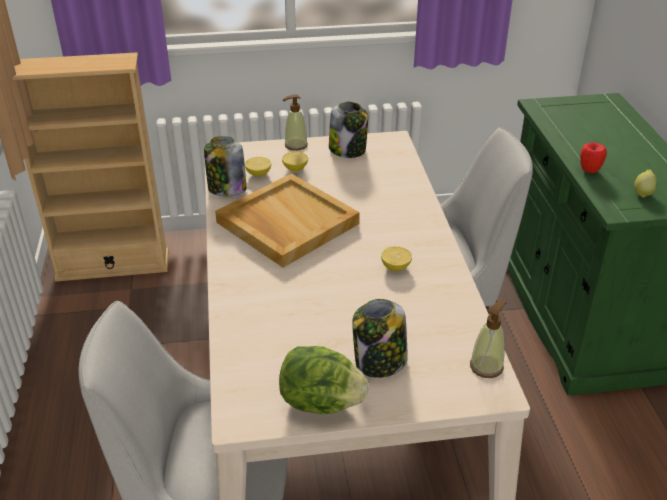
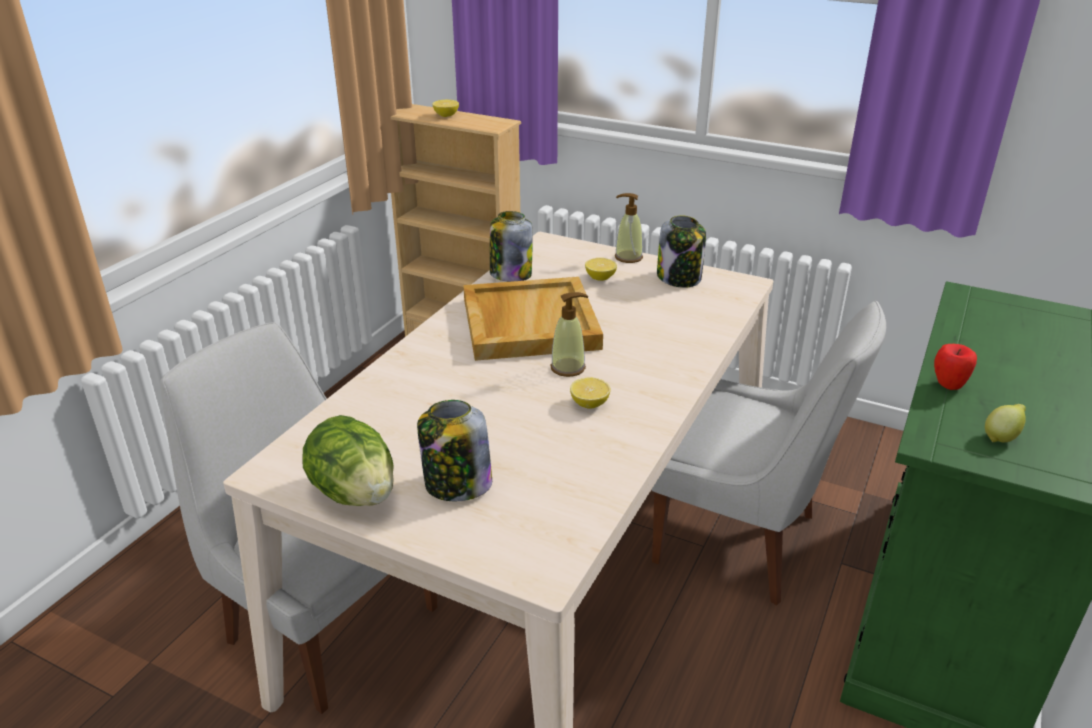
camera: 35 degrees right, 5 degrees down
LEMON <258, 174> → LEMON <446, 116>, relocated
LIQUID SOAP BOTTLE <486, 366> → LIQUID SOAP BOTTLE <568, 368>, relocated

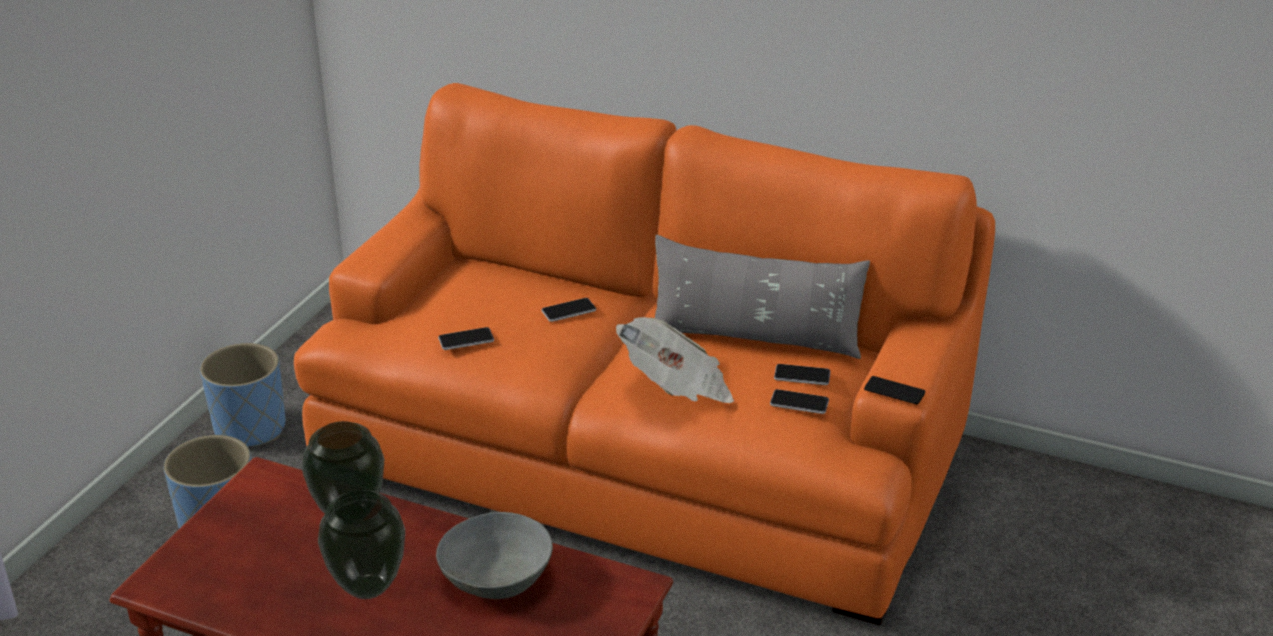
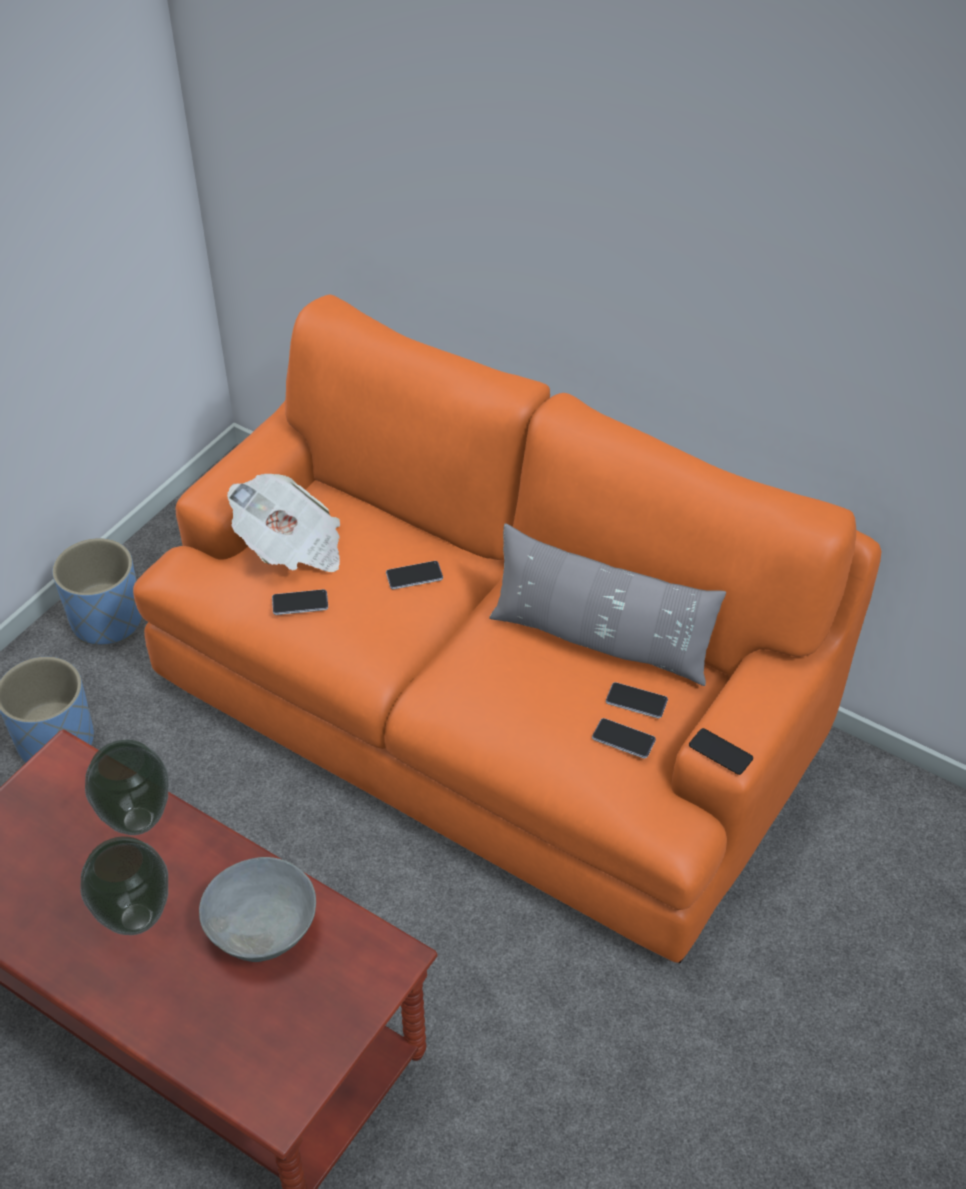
camera: 10 degrees right, 15 degrees up
PRINTED PAPER <676, 388> → PRINTED PAPER <291, 547>, relocated

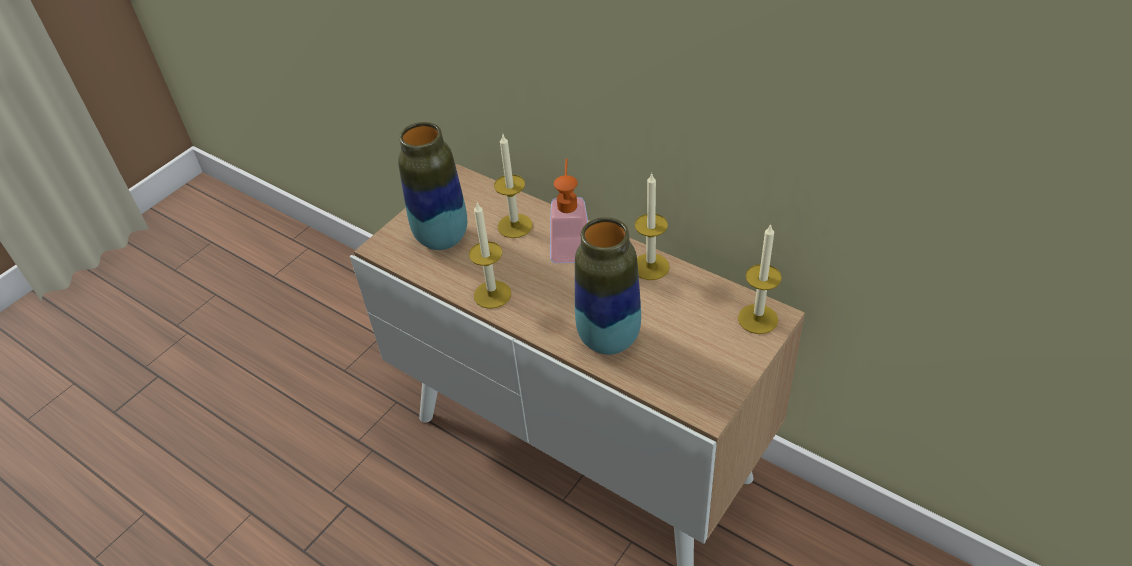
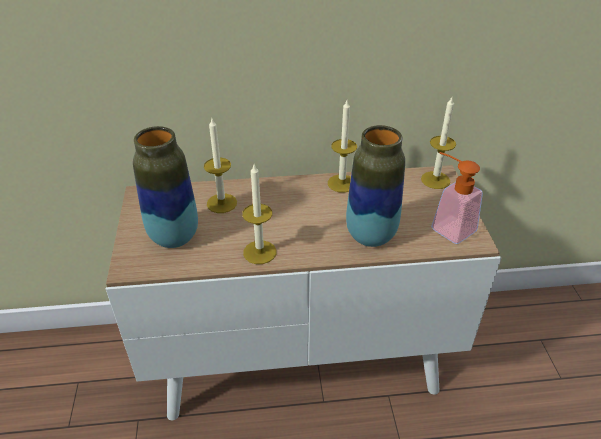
camera: 45 degrees left, 5 degrees down
LIQUID SOAP BOTTLE <571, 244> → LIQUID SOAP BOTTLE <447, 226>, relocated

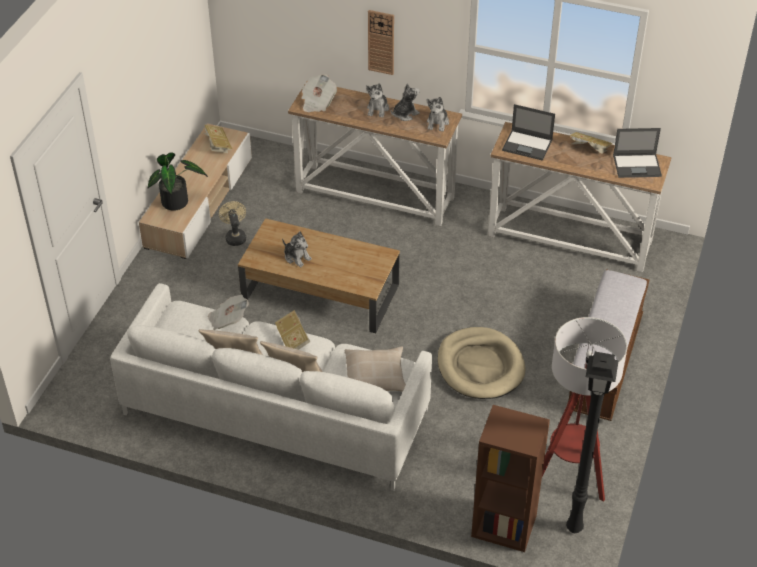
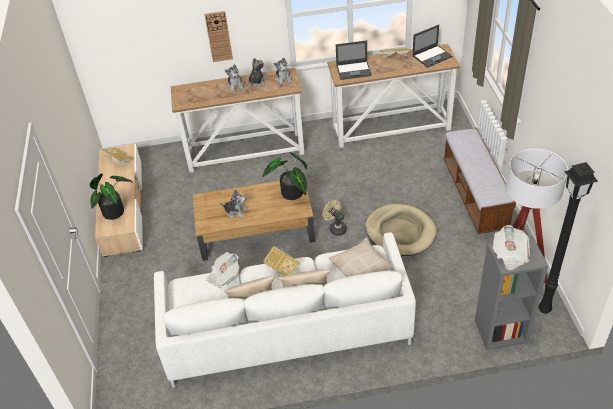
camera: 25 degrees left, 0 degrees up
PRINTED PAPER <317, 102> → PRINTED PAPER <510, 255>, relocated
BEIGE ELECTRIC FAN <235, 236> → BEIGE ELECTRIC FAN <335, 228>, relocated
BROWN-COLOURED BOOKSHELF <503, 526> → GREY BOOKSHELF <500, 332>
- → HOUSEPLANT <292, 195>

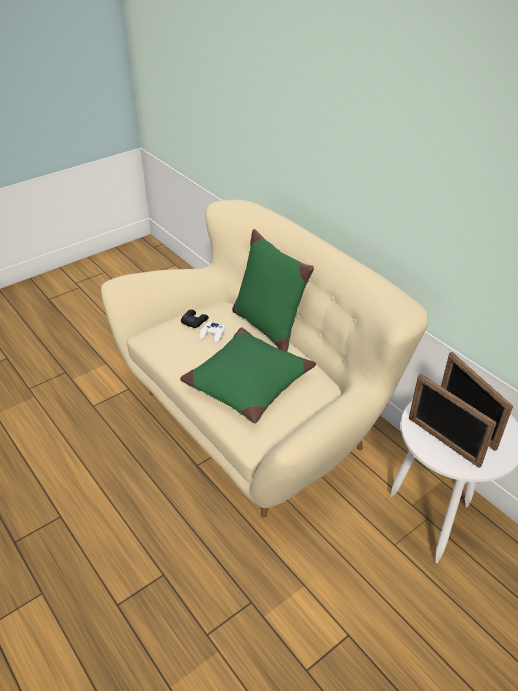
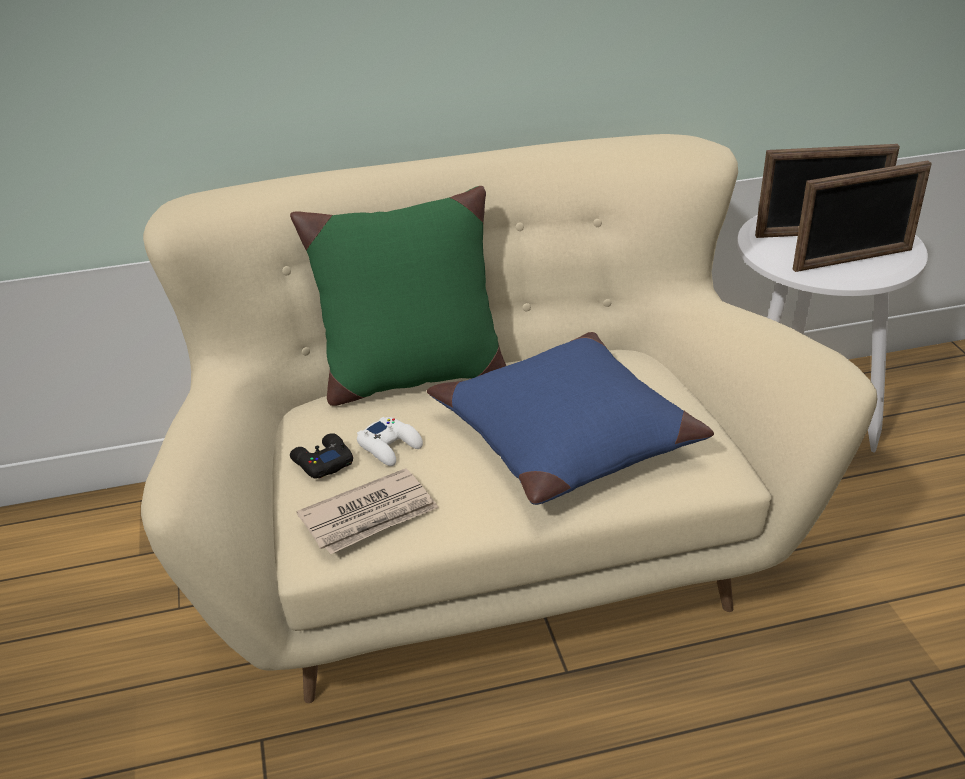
camera: 65 degrees left, 5 degrees down
GREEN CUSHION <247, 382> → BLUISH CUSHION <564, 437>
- → PRINTED PAPER <370, 516>

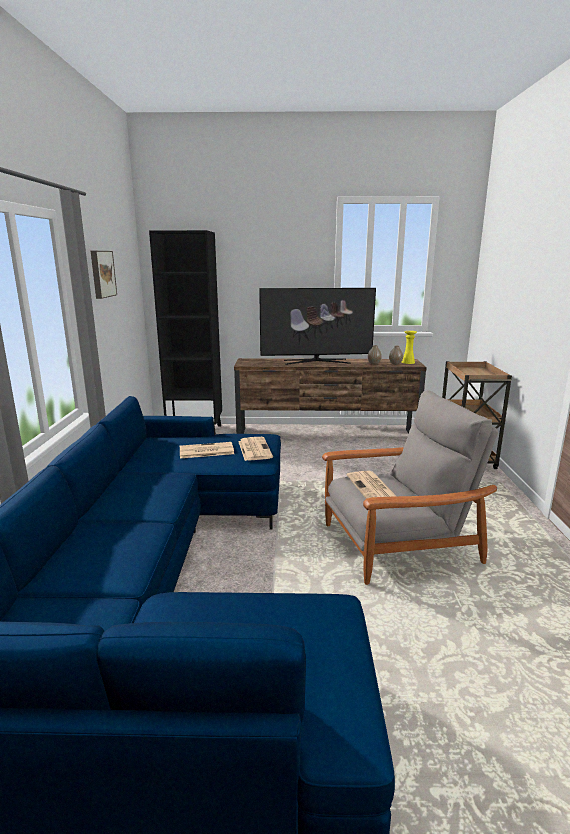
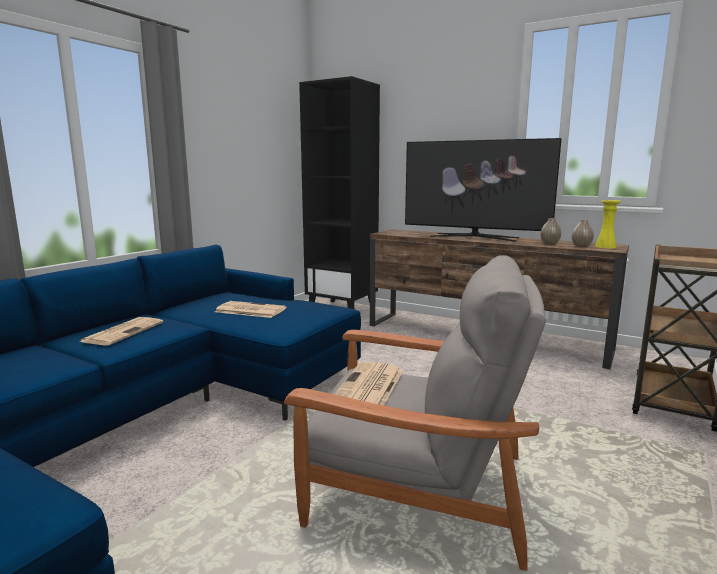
camera: 30 degrees right, 5 degrees down
WALL PICTURE <101, 274> → -
PRINTED PAPER <254, 449> → PRINTED PAPER <123, 332>, relocated

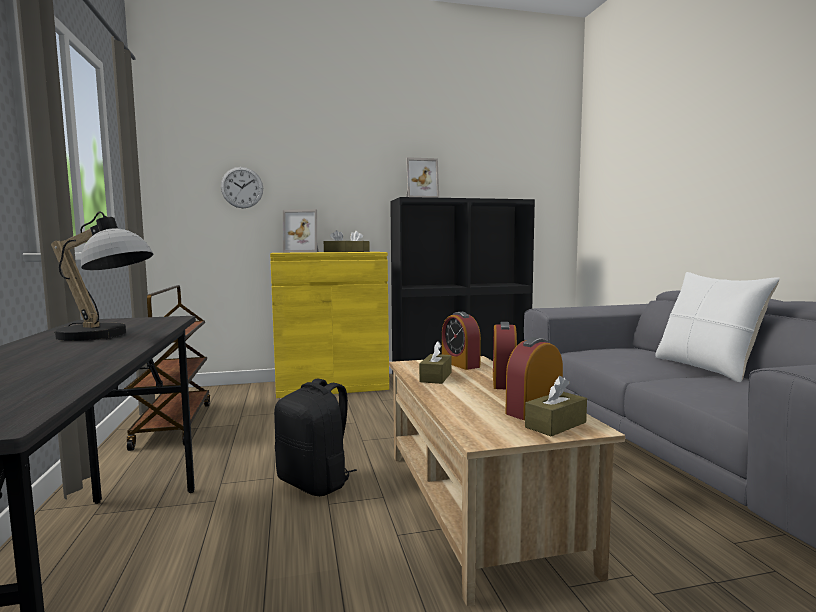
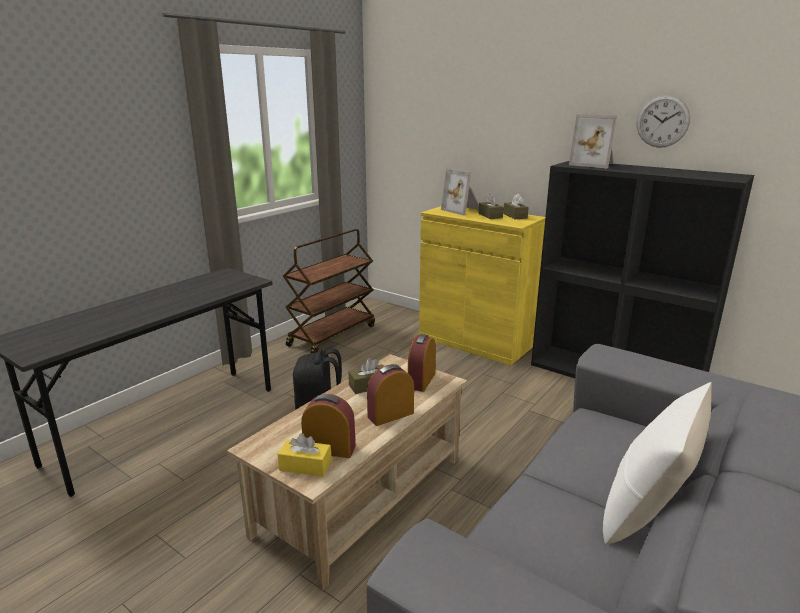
camera: 50 degrees right, 15 degrees up
HANGING CLOCK <242, 187> → HANGING CLOCK <662, 121>, relocated
LAMP FOR A TABLE <105, 336> → -
BROWN-COLOURED TISSUE BOX <555, 425> → YELLOW TISSUE BOX <305, 466>

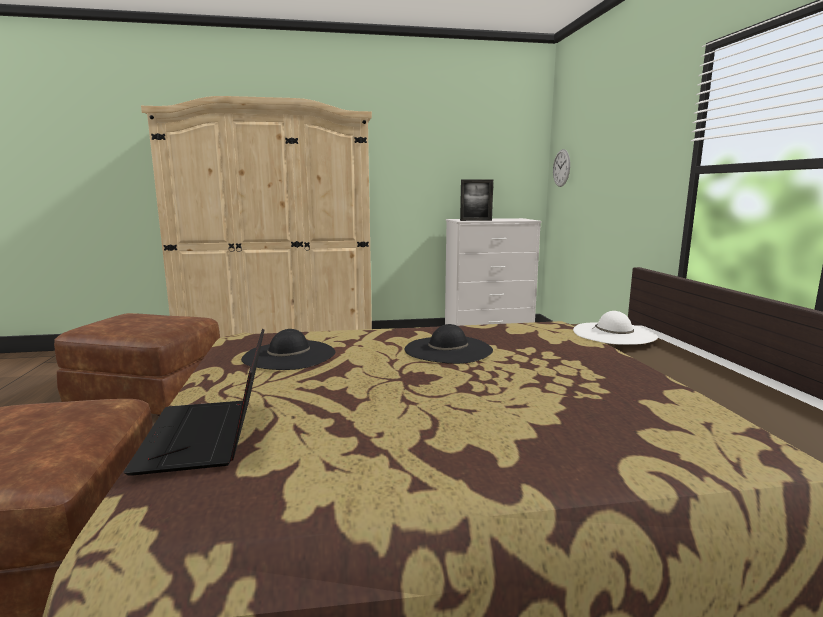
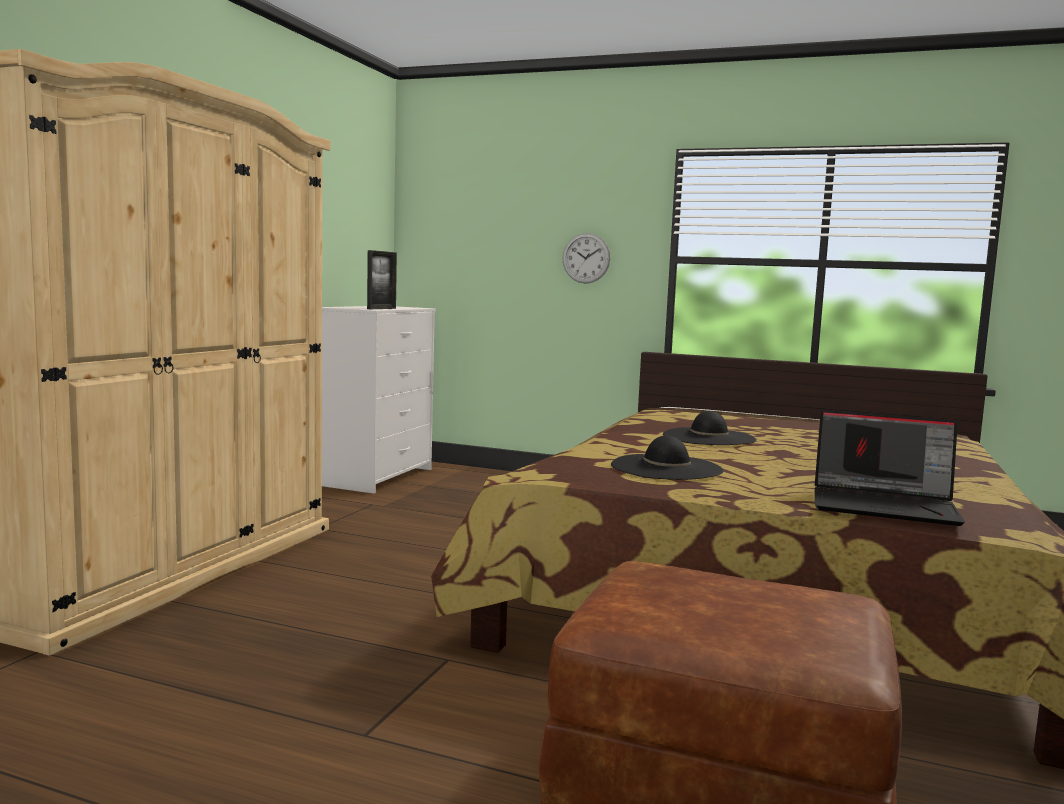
camera: 60 degrees left, 5 degrees down
HANGING CLOCK <561, 168> → HANGING CLOCK <586, 258>, relocated
WHITISH WEARABLE HAT <614, 333> → -
BROWN-COLOURED POUFFE <150, 395> → -

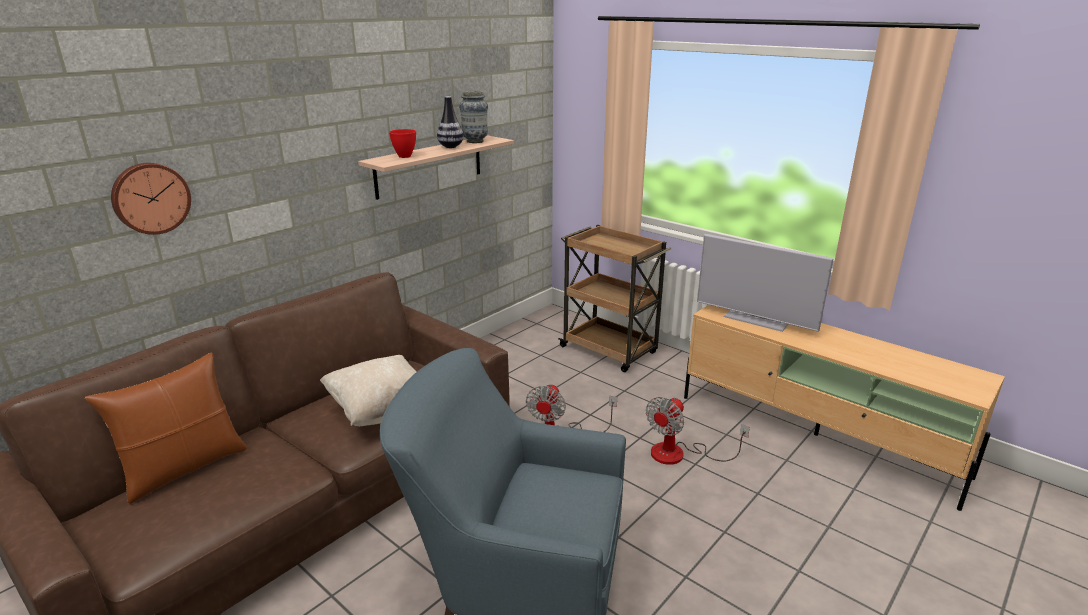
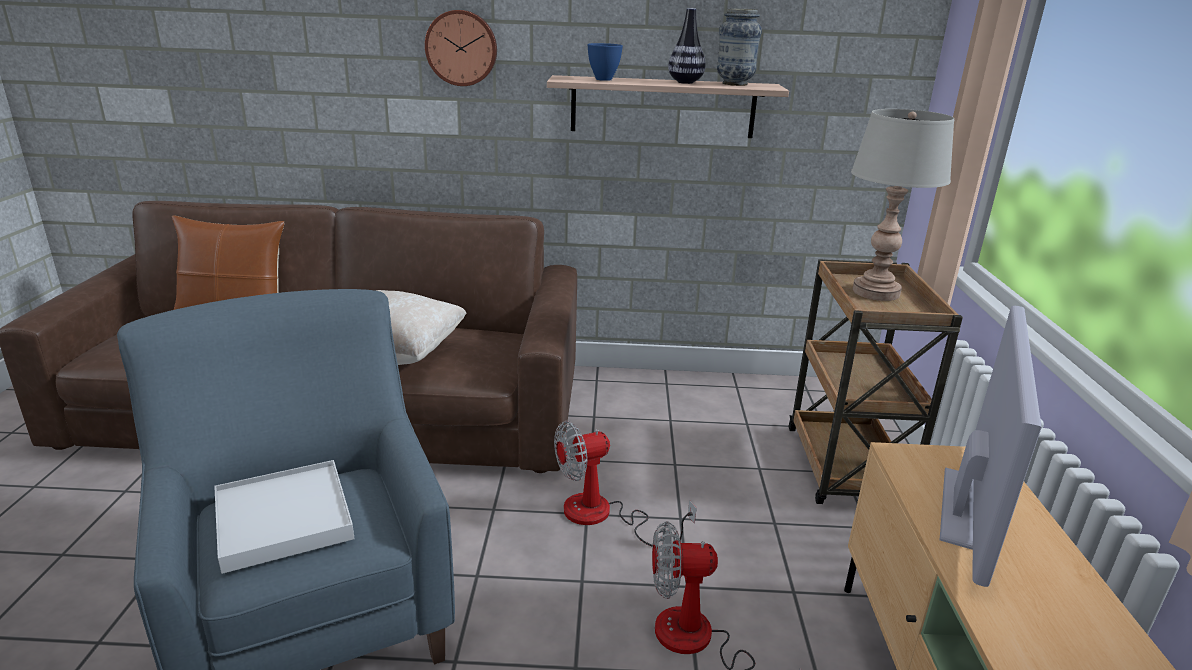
camera: 50 degrees right, 0 degrees up
RED-COLOURED BOWL <404, 156> → BLUISH BOWL <602, 79>
HANGING CLOCK <150, 198> → HANGING CLOCK <461, 48>, relocated
TV <755, 320> → TV <967, 509>, 150 degrees counterclockwise
- → GREY LAMP FOR A TABLE <876, 292>
- → WHITISH SERVING TRAY <283, 519>

